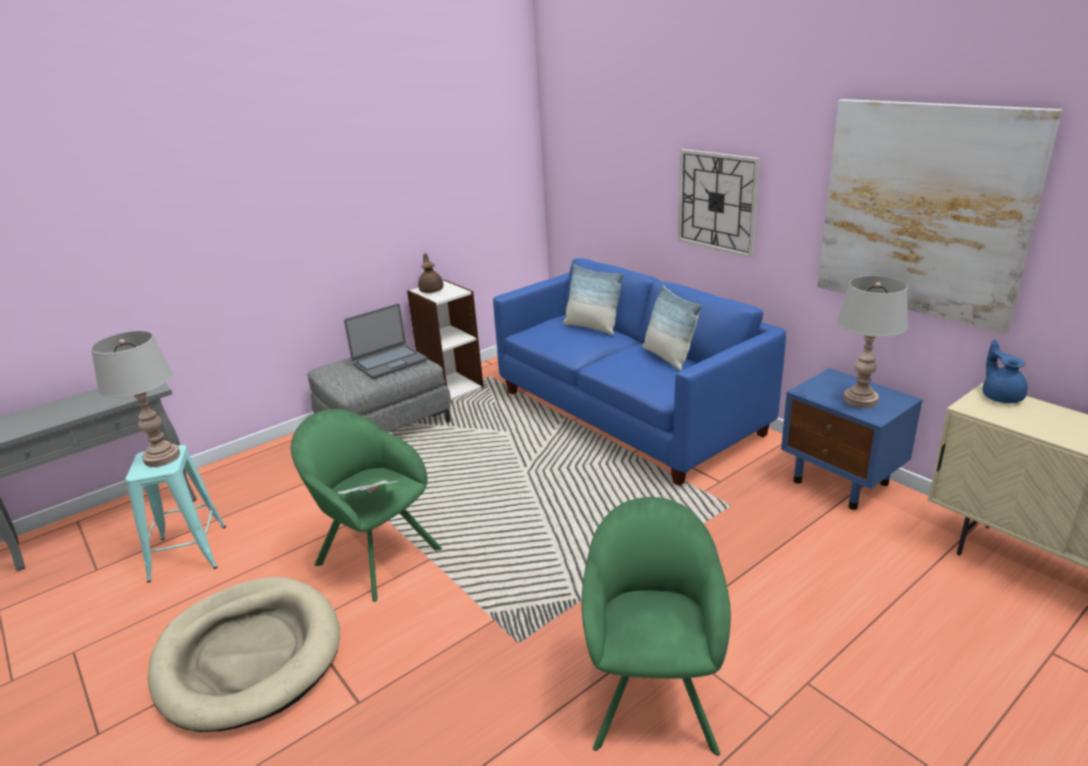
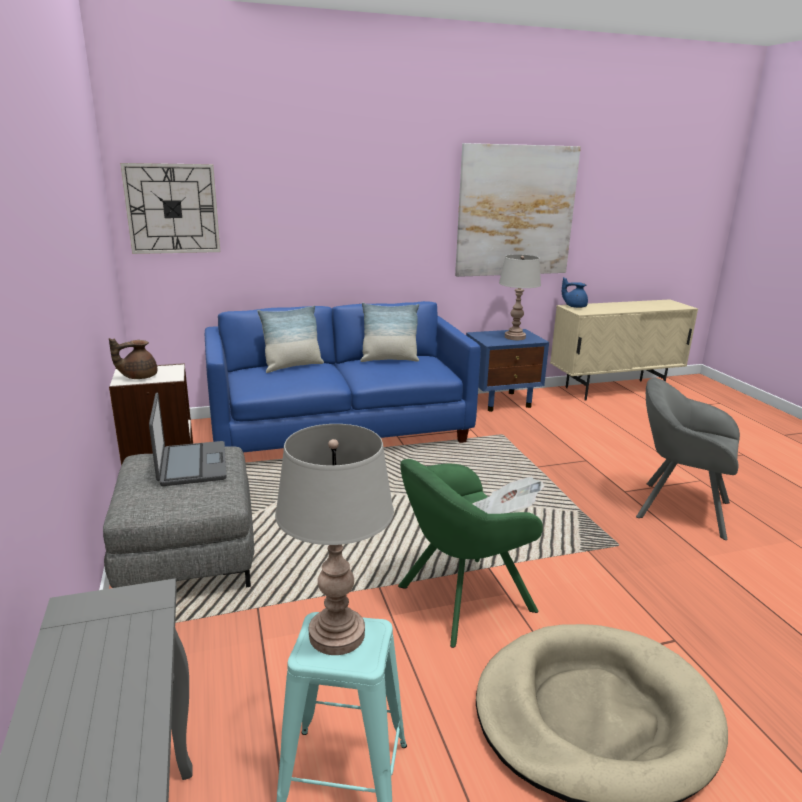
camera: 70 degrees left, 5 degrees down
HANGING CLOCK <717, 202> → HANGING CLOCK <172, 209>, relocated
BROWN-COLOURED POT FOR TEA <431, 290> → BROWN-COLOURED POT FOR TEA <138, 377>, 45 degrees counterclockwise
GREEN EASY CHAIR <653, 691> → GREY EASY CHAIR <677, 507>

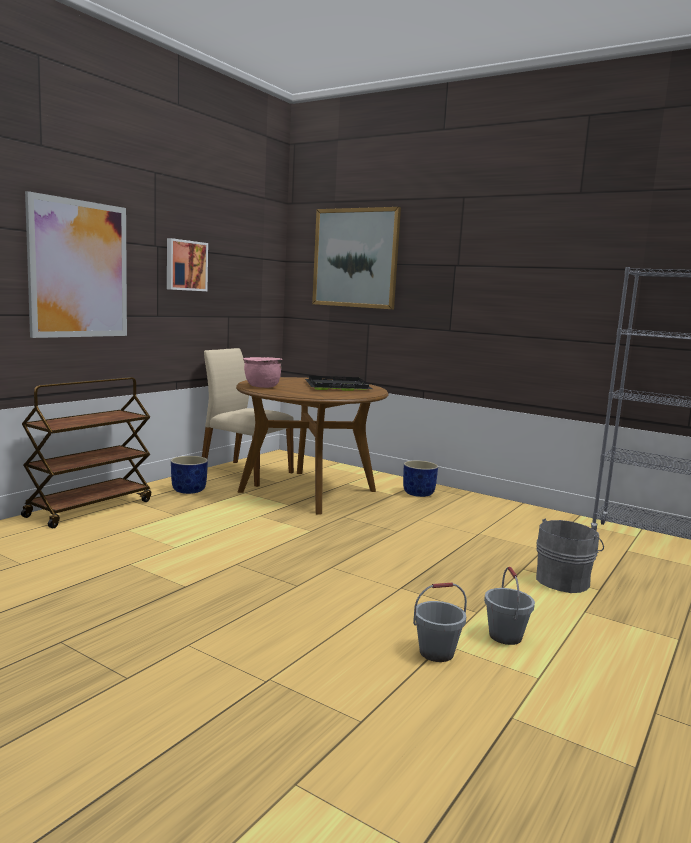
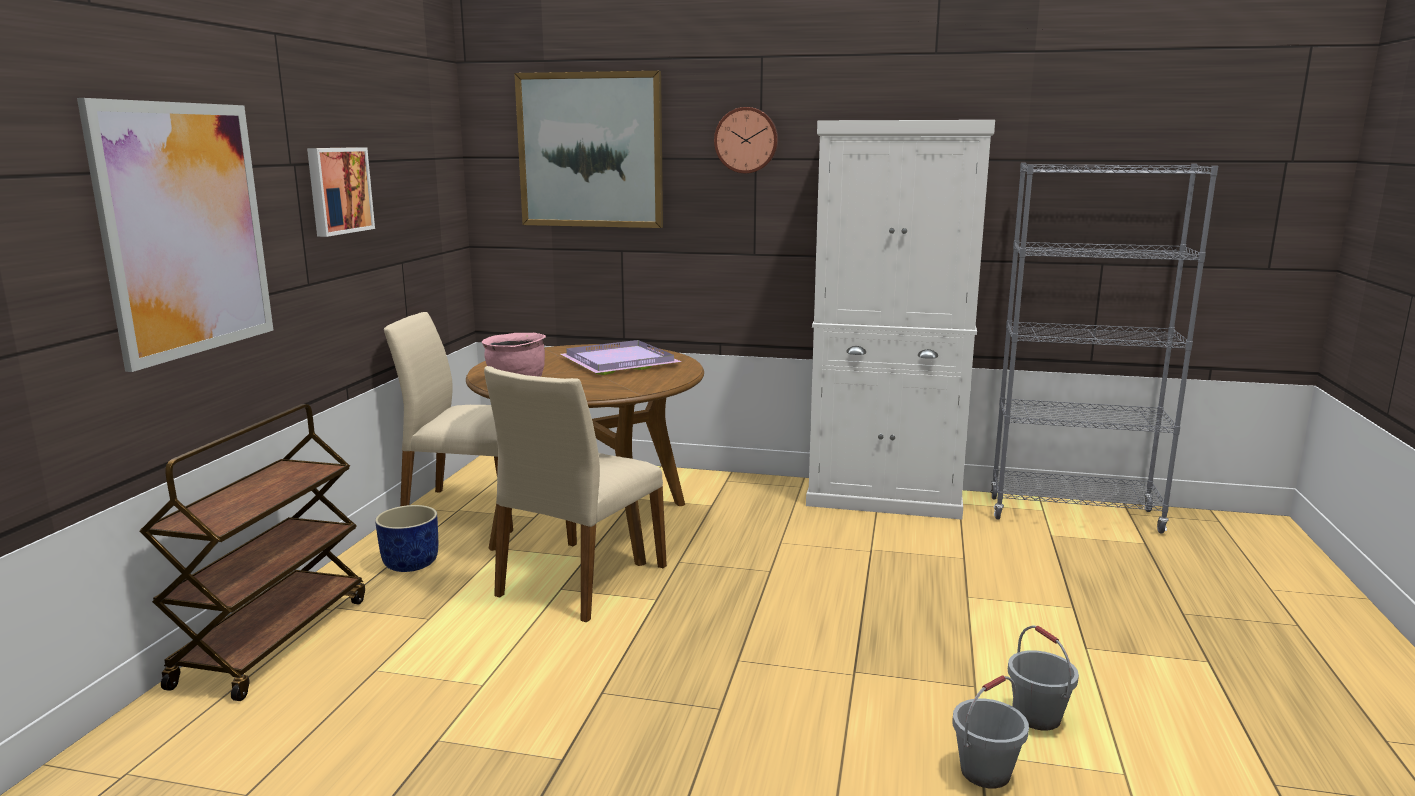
camera: 20 degrees left, 5 degrees up
BLACKISH SERVING TRAY <338, 386> → PURPLE SERVING TRAY <620, 361>
BLUISH FLOWER POT <419, 493> → -
GREY BUCKET <564, 580> → -
- → HANGING CLOCK <746, 140>
- → WHITISH STORAGE CABINET <885, 498>
- → BEIGE UPRIGHT CHAIR <579, 580>

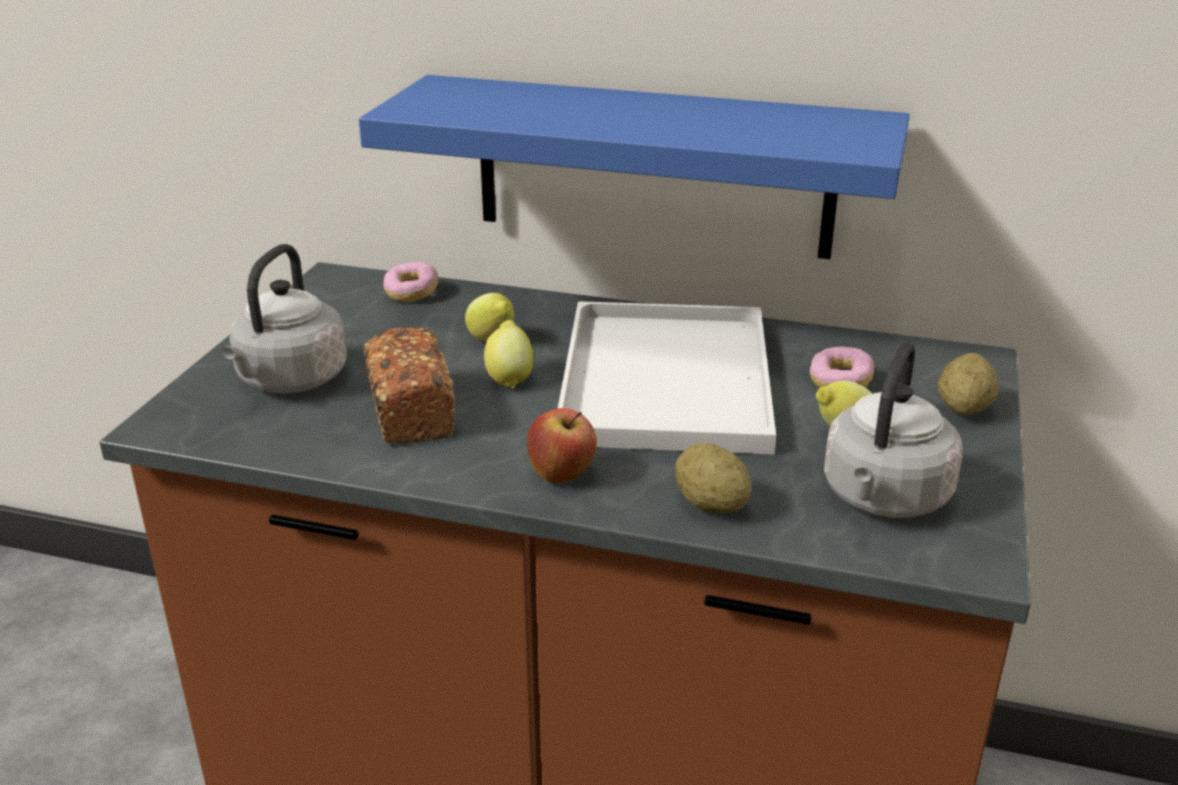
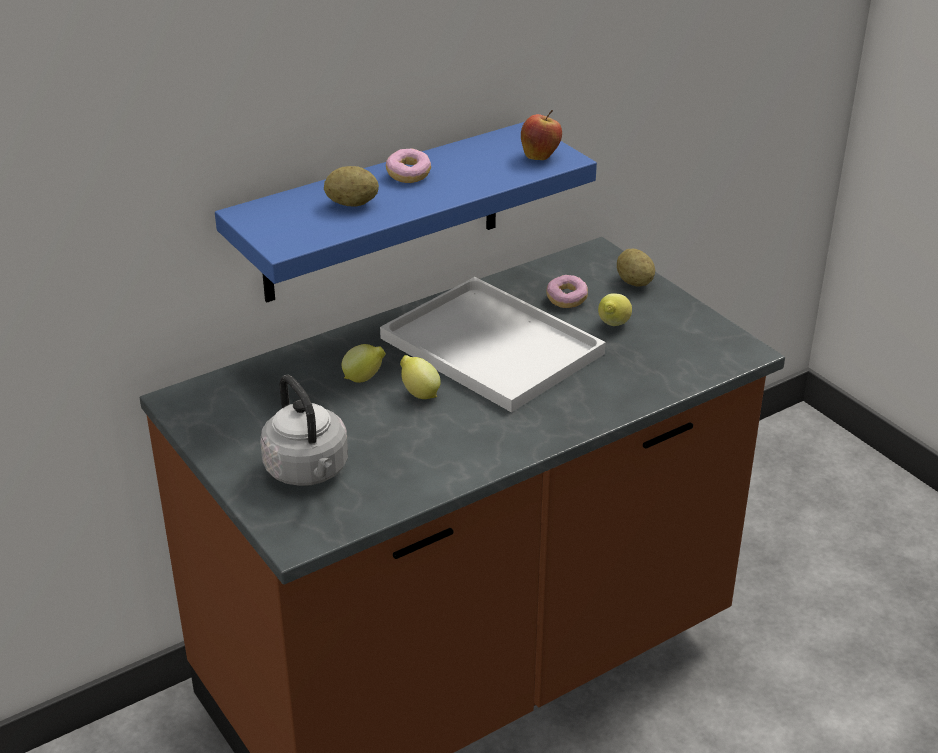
camera: 50 degrees left, 5 degrees up
DONUT <411, 293> → DONUT <408, 175>, relocated
BAKERY BREAD <410, 410> → -
GREY WATER KETTLE <884, 499> → -
WHOLE APPLE <562, 475> → WHOLE APPLE <540, 156>, relocated
SPUD <711, 504> → SPUD <352, 204>, relocated

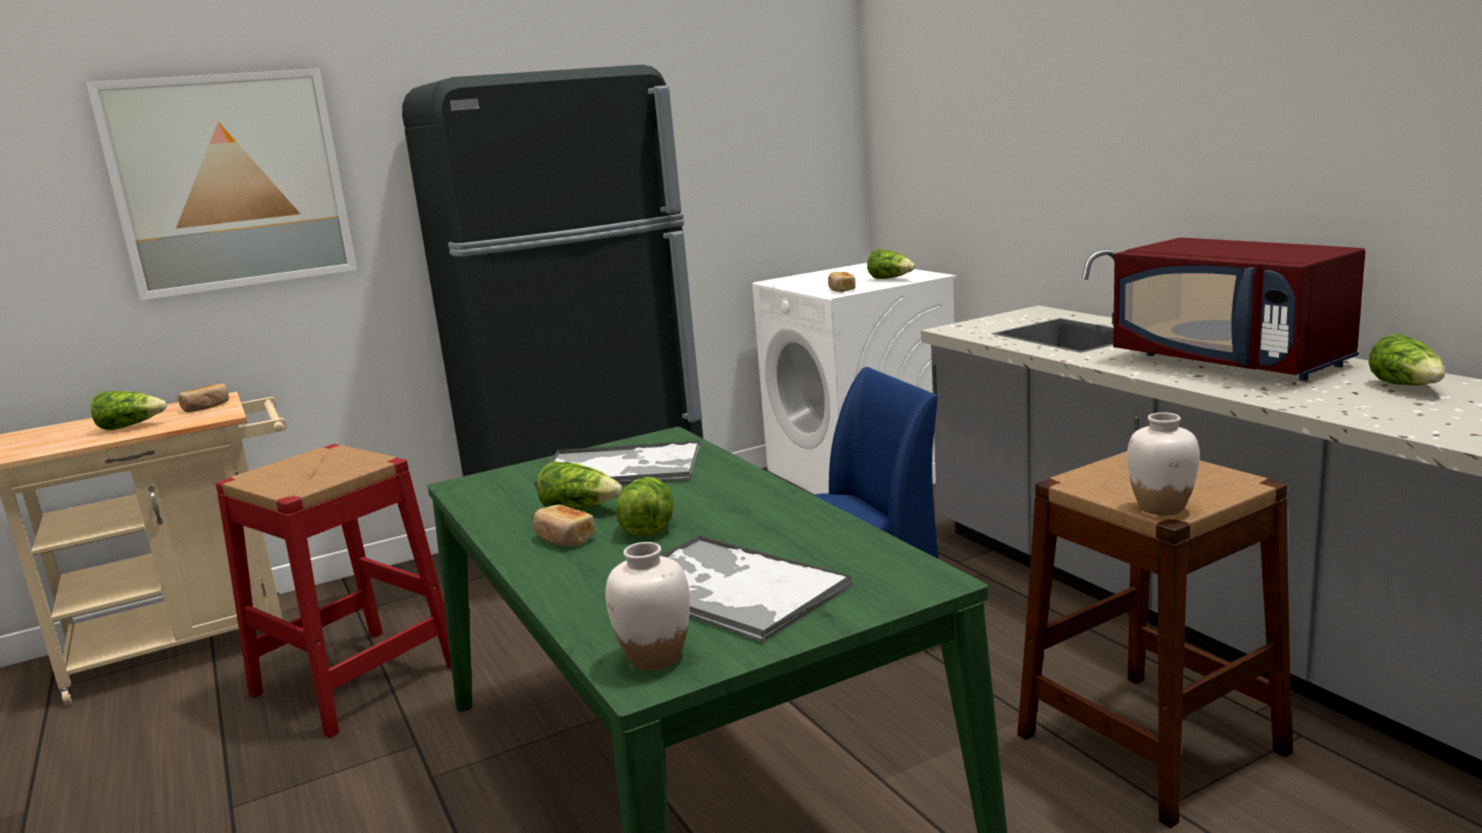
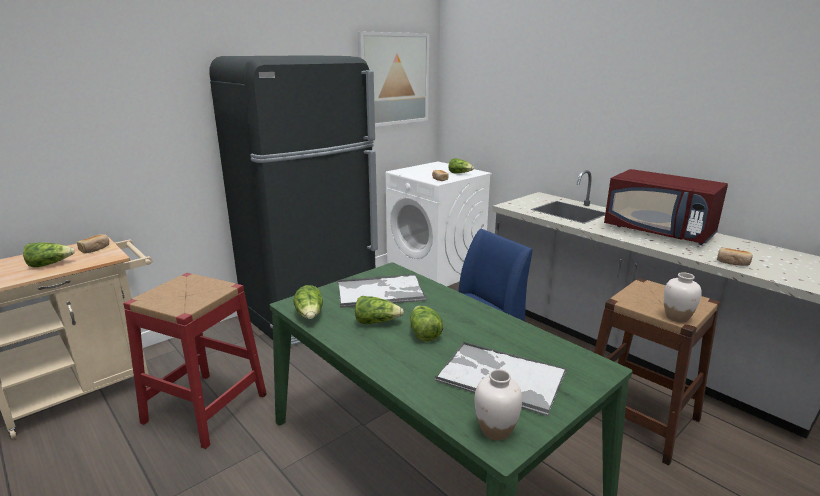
camera: 15 degrees left, 5 degrees up
WALL PICTURE <230, 182> → WALL PICTURE <394, 79>, relocated
LETTUCE HEAD <1407, 386> → LETTUCE HEAD <310, 315>, relocated
BAKERY BREAD <564, 539> → BAKERY BREAD <732, 262>, relocated

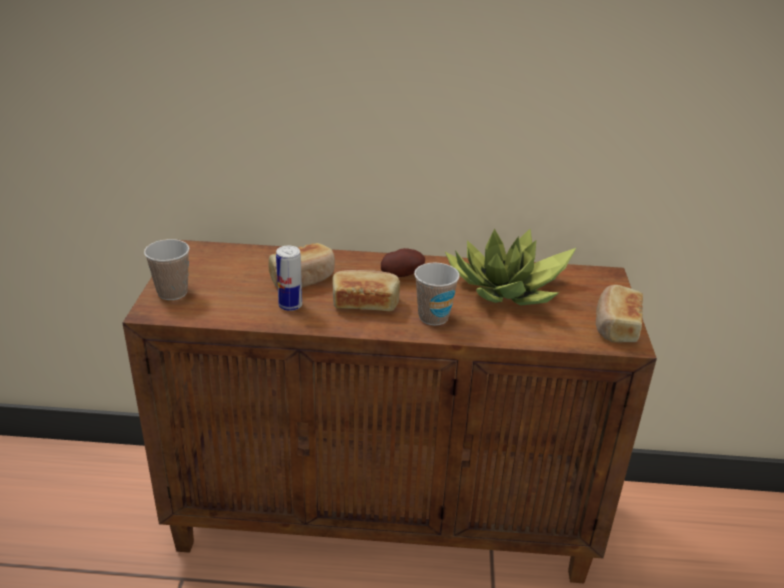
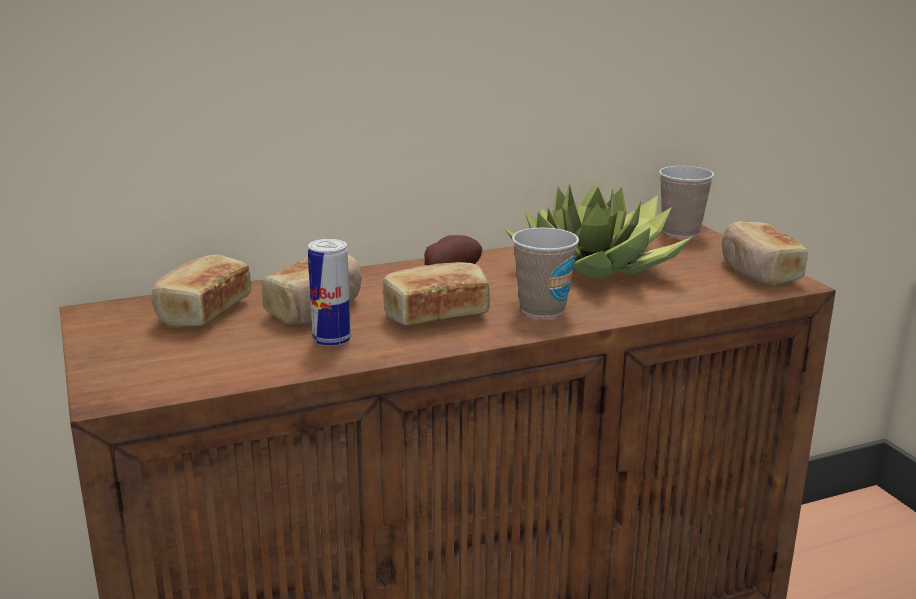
camera: 25 degrees left, 10 degrees down
CUP <172, 292> → CUP <680, 232>, relocated
- → BAKERY BREAD <202, 312>

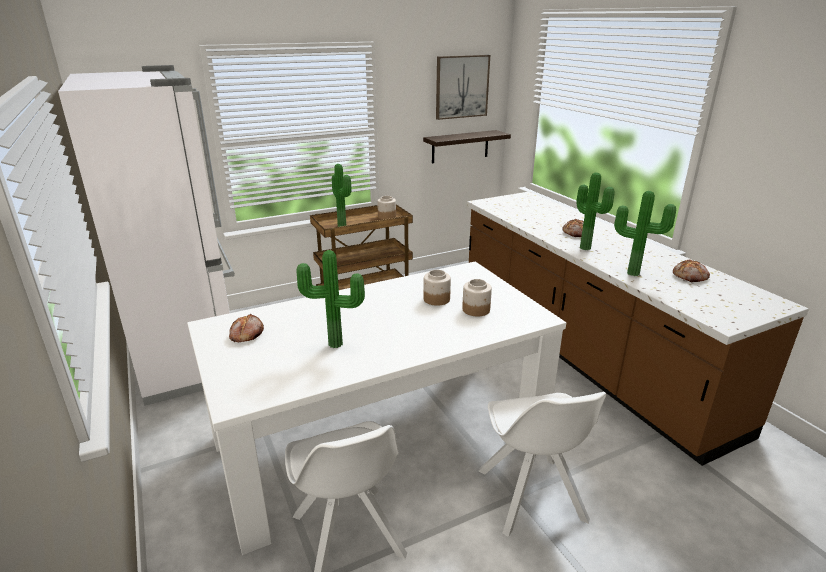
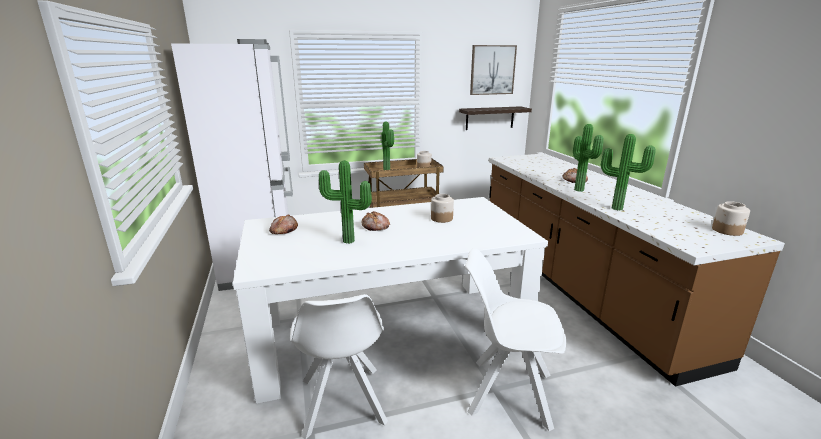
camera: 10 degrees right, 5 degrees down
BAKERY BREAD <690, 277> → BAKERY BREAD <375, 227>, relocated
STORAGE JAR <476, 310> → STORAGE JAR <727, 230>, relocated
WHITISH UPRIGHT CHAIR <532, 497> → WHITISH UPRIGHT CHAIR <507, 392>, 105 degrees clockwise

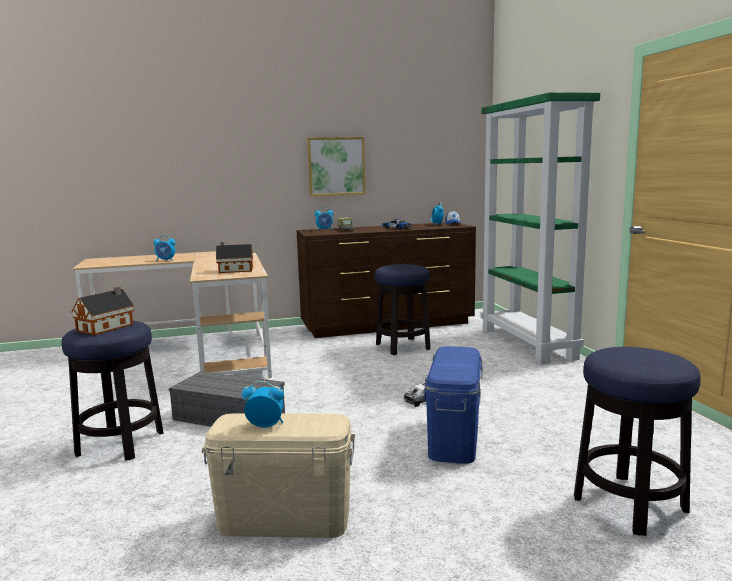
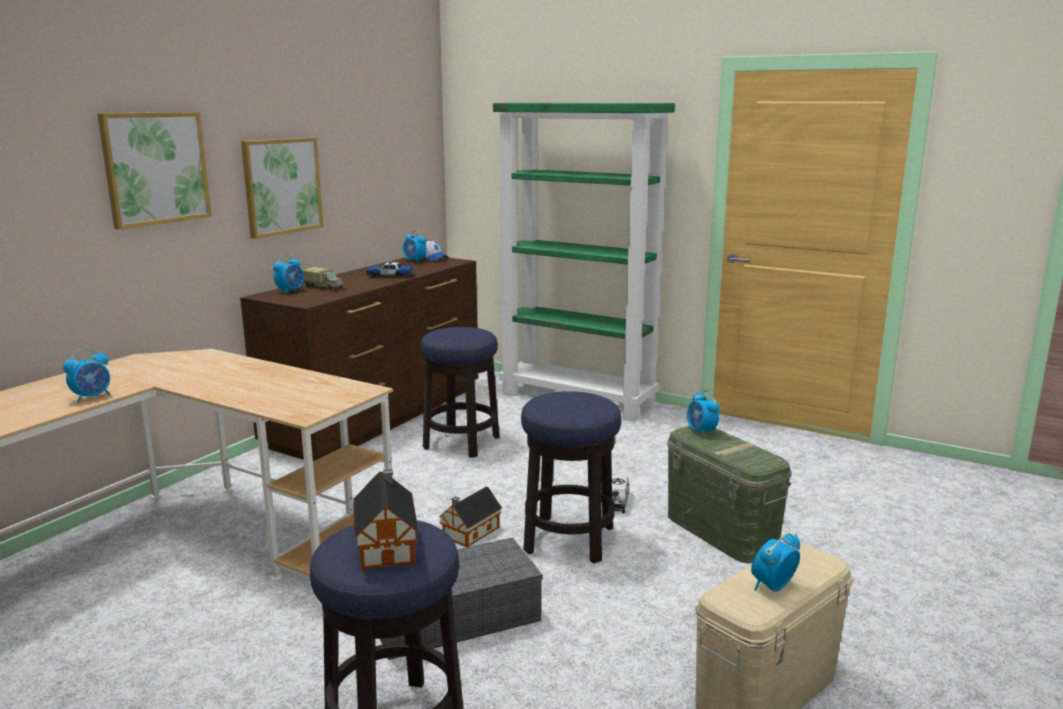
camera: 45 degrees left, 5 degrees up
MINIATURE HOUSE <234, 270> → MINIATURE HOUSE <469, 533>, relocated
BLUISH STORAGE BOX <454, 438> → GREEN STORAGE BOX <721, 532>
STOOL SEAT <630, 504> → STOOL SEAT <569, 540>, relocated
- → WALL PICTURE <155, 168>
- → TABLE CLOCK <701, 432>

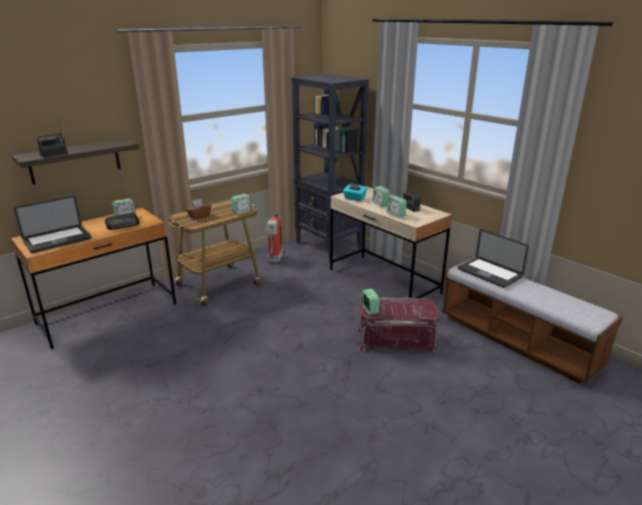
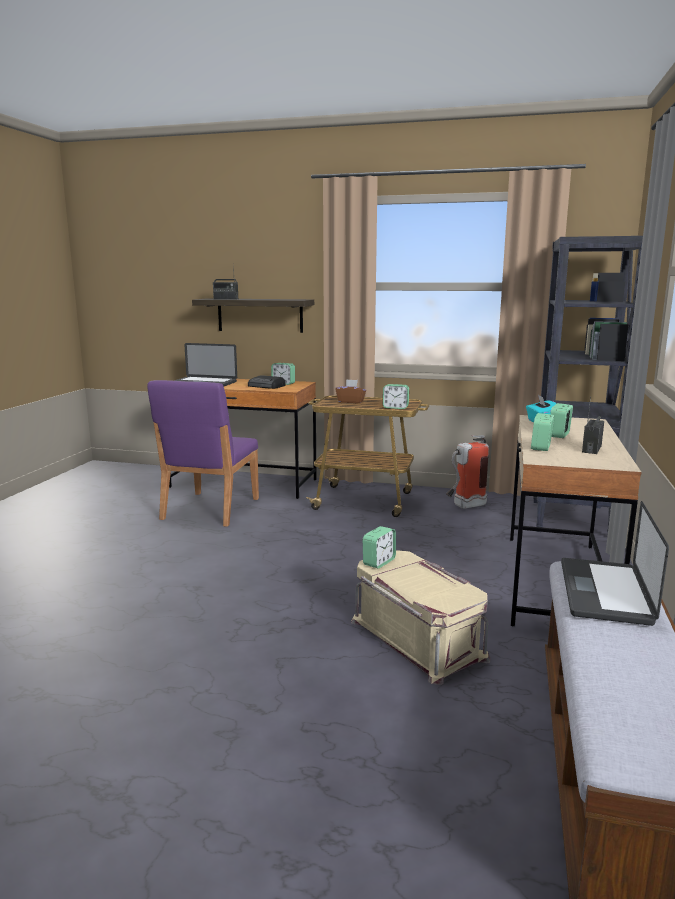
camera: 55 degrees right, 10 degrees down
RED-COLOURED STORAGE BOX <396, 338> → BEIGE STORAGE BOX <418, 638>
- → PURPLE UPRIGHT CHAIR <209, 509>

